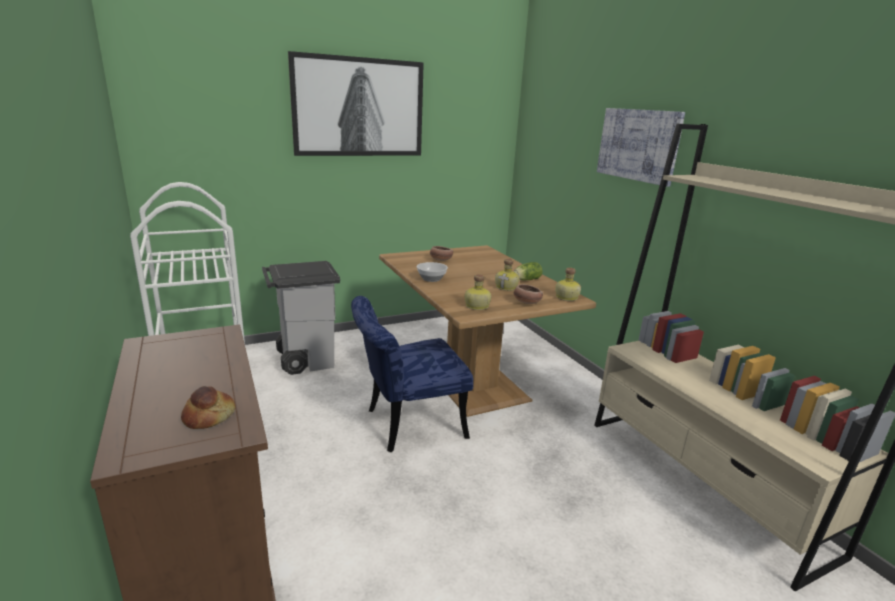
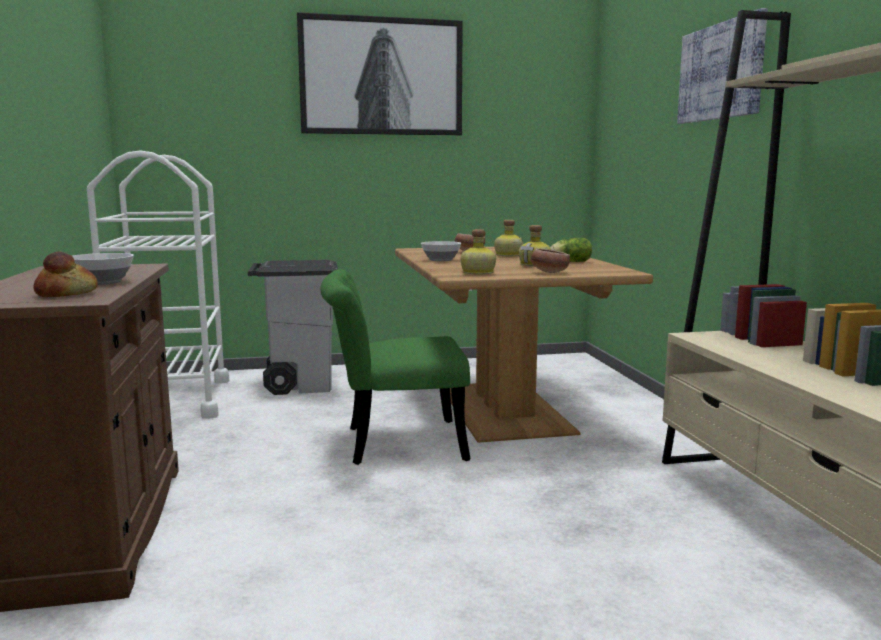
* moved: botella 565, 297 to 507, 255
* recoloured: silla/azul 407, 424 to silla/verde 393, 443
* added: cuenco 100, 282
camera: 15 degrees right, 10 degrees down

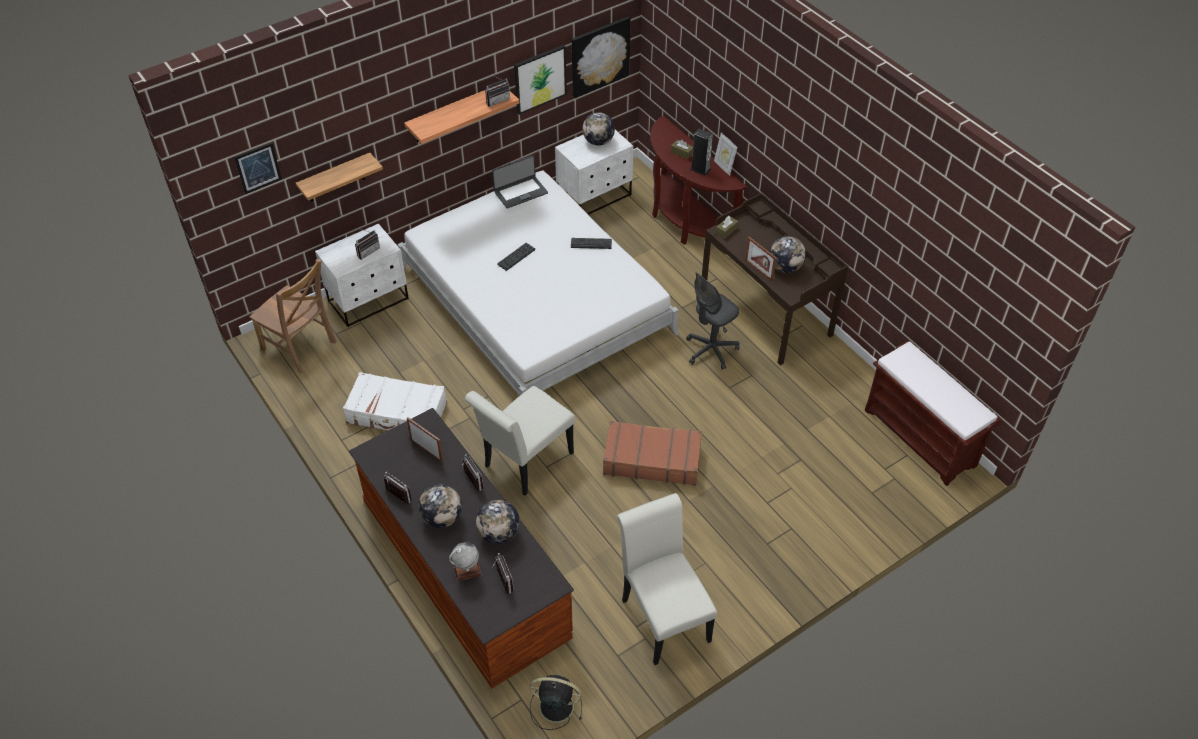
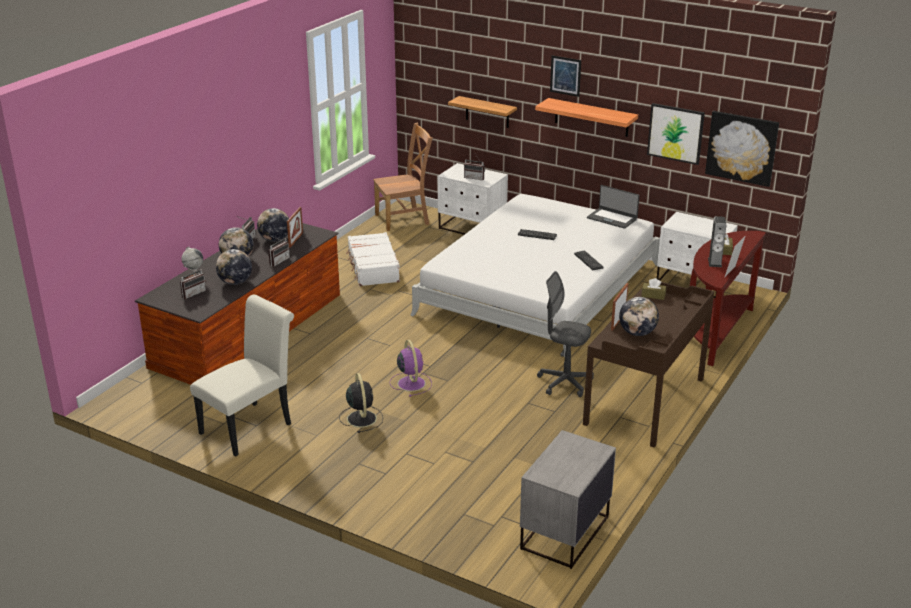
* removed: radio 497, 100
* moved: globo terráqueo 598, 142 to 275, 240
* moved: cuadro 258, 168 to 565, 75
* turned: silla/marrón 300, 347 = 404, 219 120 degrees counterclockwise
* replaced: banco/marrón 921, 438 to mesita de noche/gris 563, 533
* removed: silla/blanco 524, 463
* replaced: maleta/marrón 652, 459 to ventilador/morado 411, 383
* moved: ventilador/negro 554, 706 to 361, 418
camera: 65 degrees right, 20 degrees down

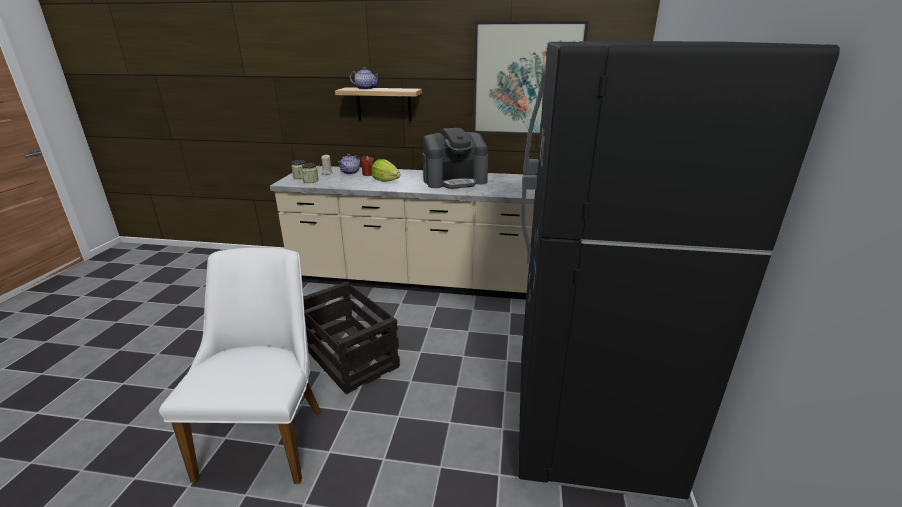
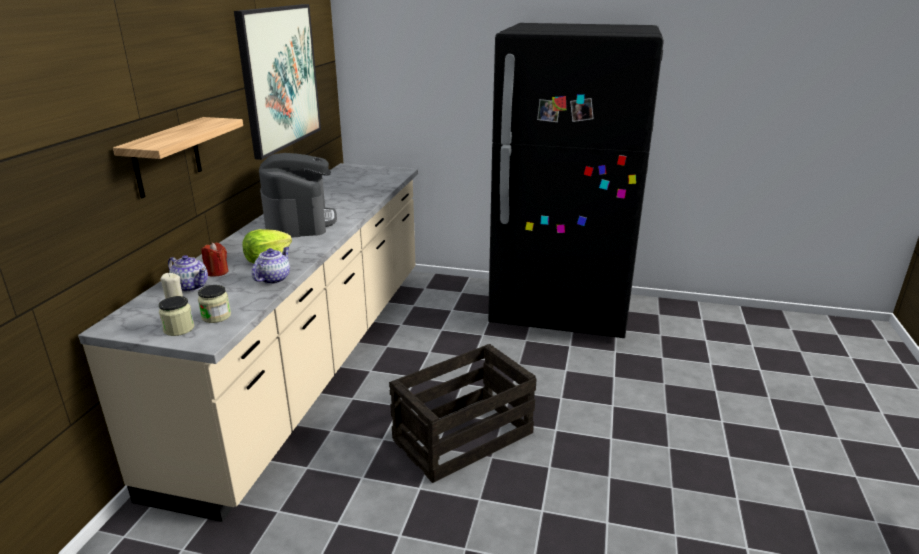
* moved: tetera 366, 88 to 274, 279
* removed: silla/blanco 269, 433
camera: 85 degrees left, 0 degrees up

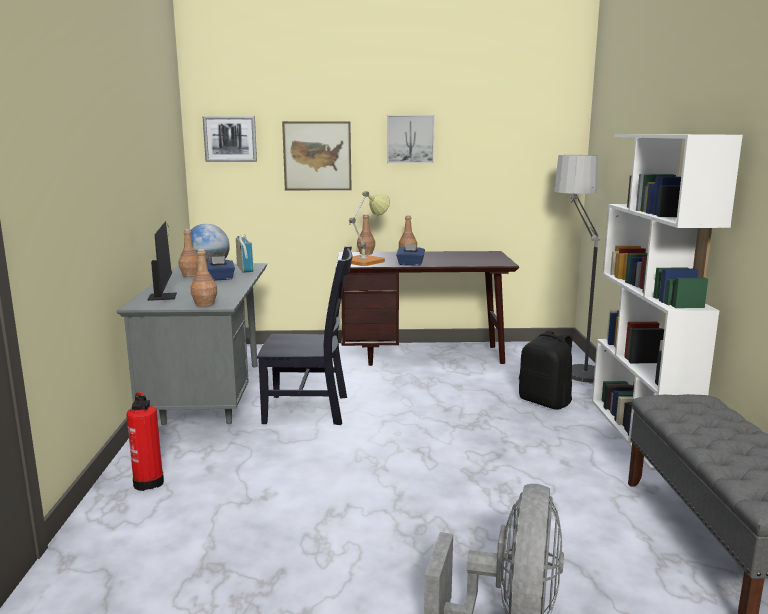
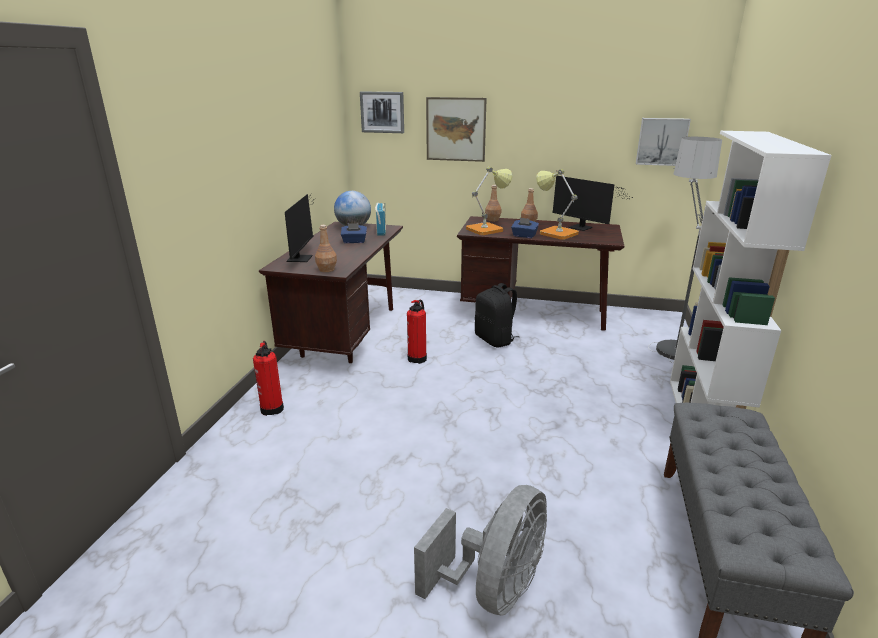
* moved: cuadro 410, 139 to 662, 141
* removed: botella/marrón 190, 275
* replaced: silla/negro 310, 410 to extintor 418, 358
* recoloured: escritorio/gris 210, 397 to escritorio/marrón 346, 335
* moved: mochila/negro 546, 402 to 495, 340
* added: lámpara de mesa 554, 233
* added: monitor 582, 228
camera: 15 degrees right, 10 degrees up

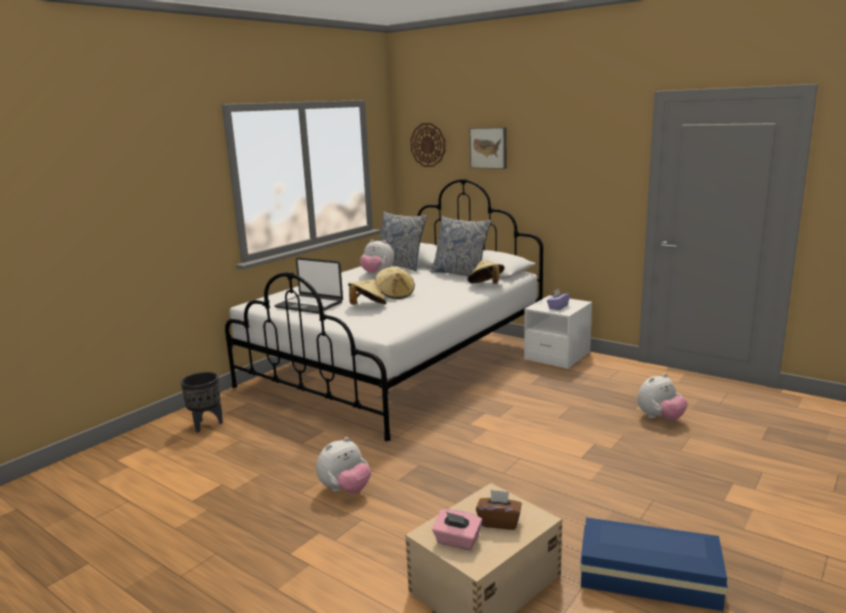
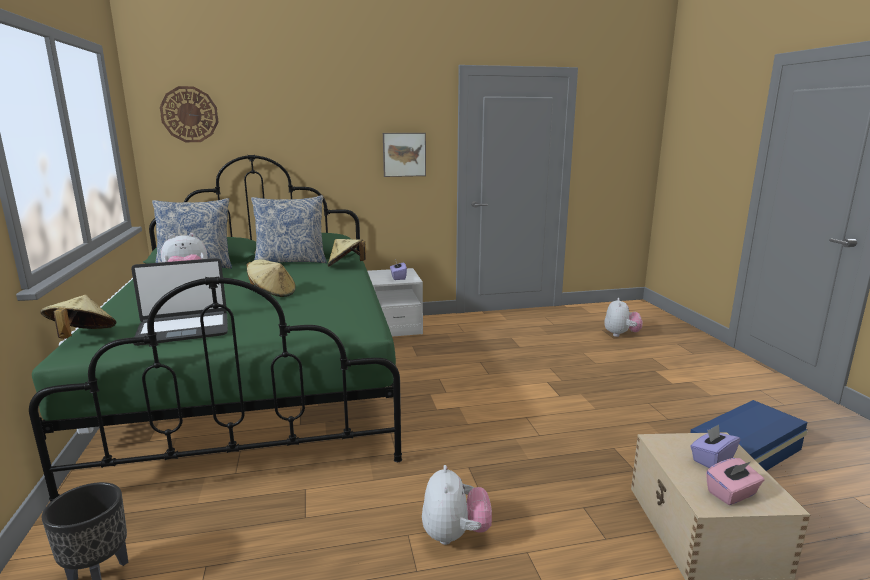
* moved: cuadro 489, 147 to 404, 154
* recoloured: cama/blanco 397, 365 to cama/verde 257, 385
* moved: sombrero/beis 367, 306 to 82, 337
* moved: peluche 660, 418 to 621, 334
* recoloured: caja de pañuelos/marrón 499, 522 to caja de pañuelos/morado 712, 459
camera: 50 degrees left, 0 degrees up

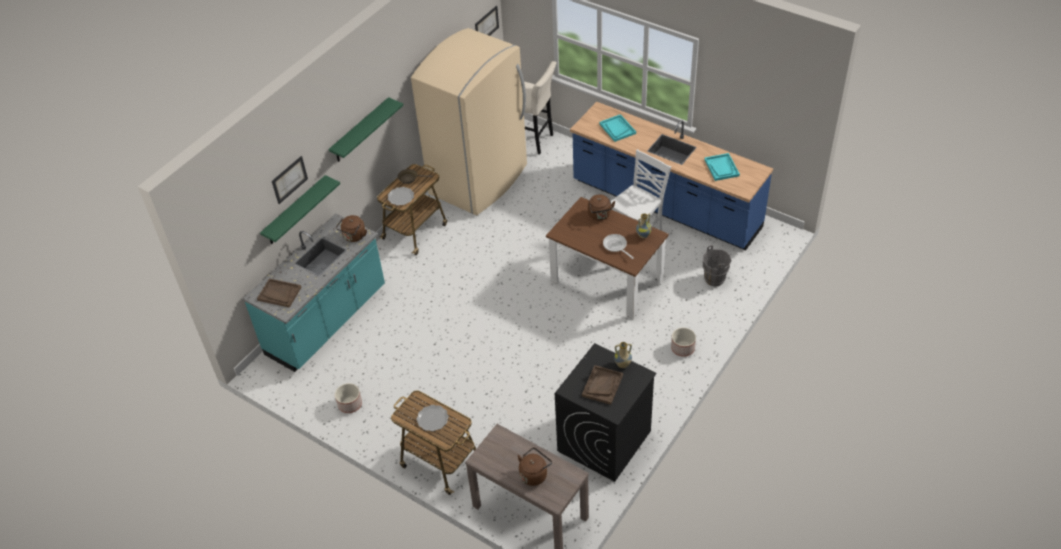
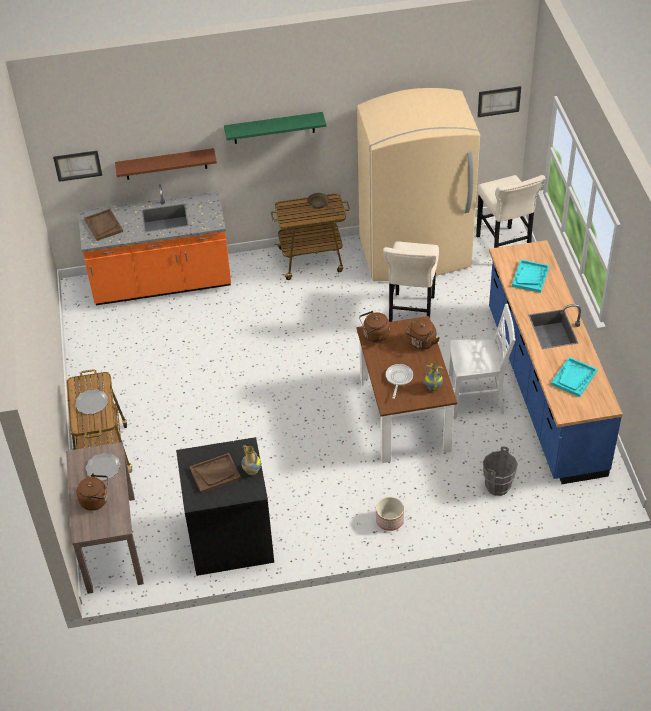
* moved: cuadro 289, 179 to 77, 165
* recoloured: estante/verde 295, 211 to estante/marrón 166, 164
* moved: plato 400, 197 to 103, 468
* recoloured: mueble bajo de cocina/turquesa 327, 322 to mueble bajo de cocina/naranja 162, 284
* moved: hervidor/marrón 354, 237 to 374, 336
* removed: maceta 349, 404
* added: taburete/beis 411, 314
camera: 45 degrees right, 0 degrees up

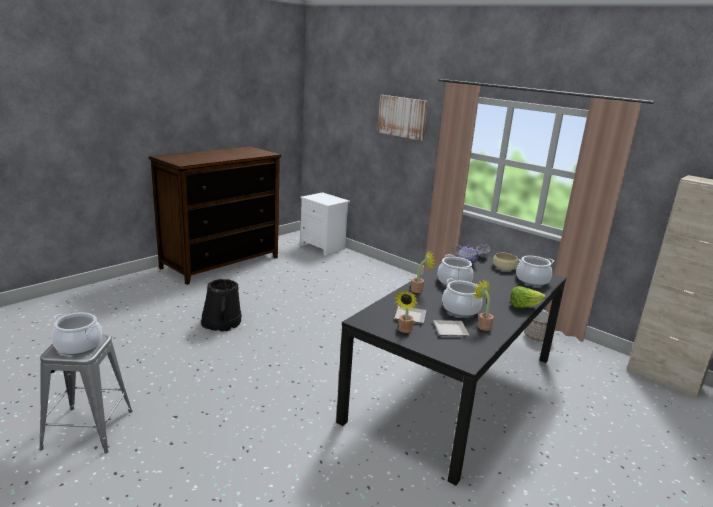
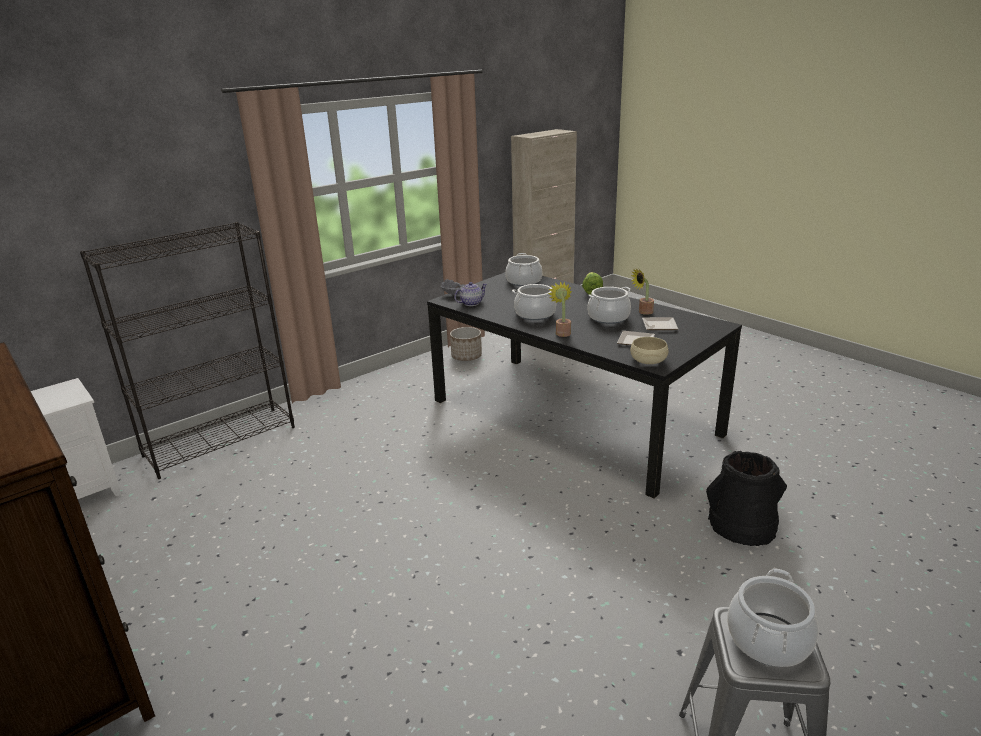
* removed: cuadro 402, 117
* moved: cuenco/beis 504, 267 to 648, 360
* moved: cubo/negro 221, 322 to 742, 525
* removed: planta en maceta 404, 330
* added: estantería/negro 221, 441
camera: 80 degrees left, 5 degrees up

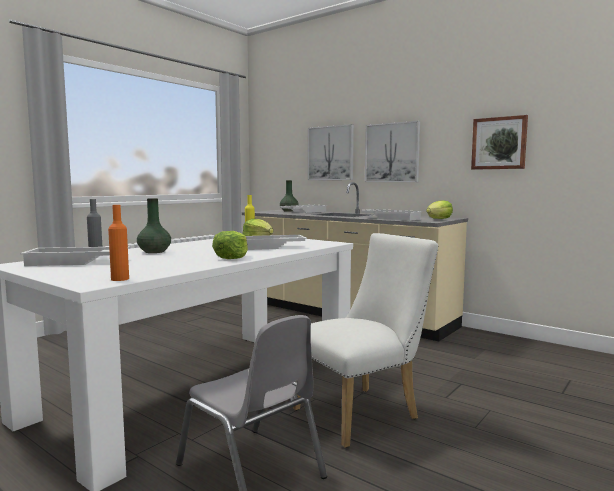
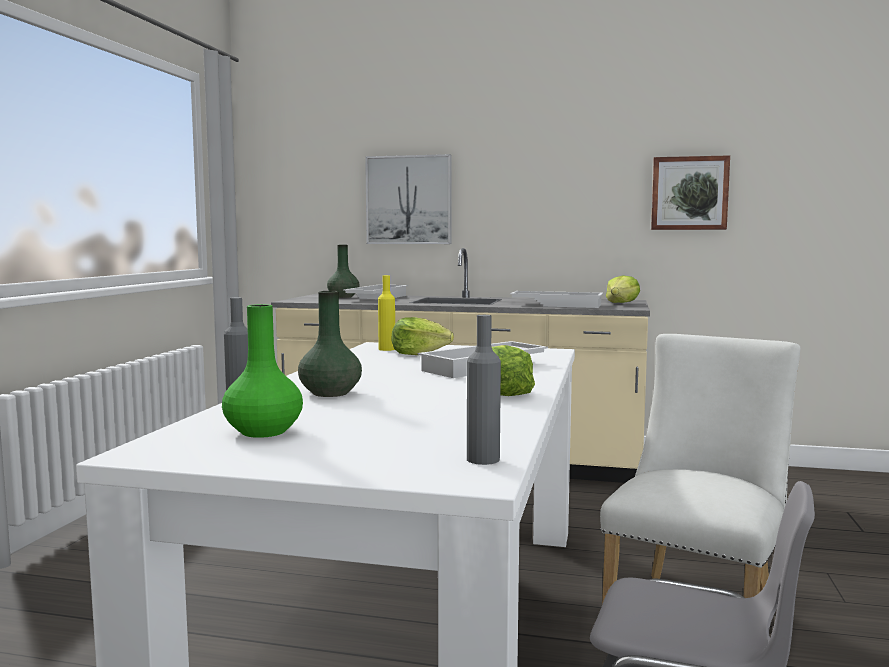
* removed: cuadro 392, 152
* recoloured: botella/naranja 120, 279 to botella/gris 483, 459
* replaced: bandeja/blanco 77, 262 to florero/verde 263, 432
camera: 25 degrees left, 0 degrees up

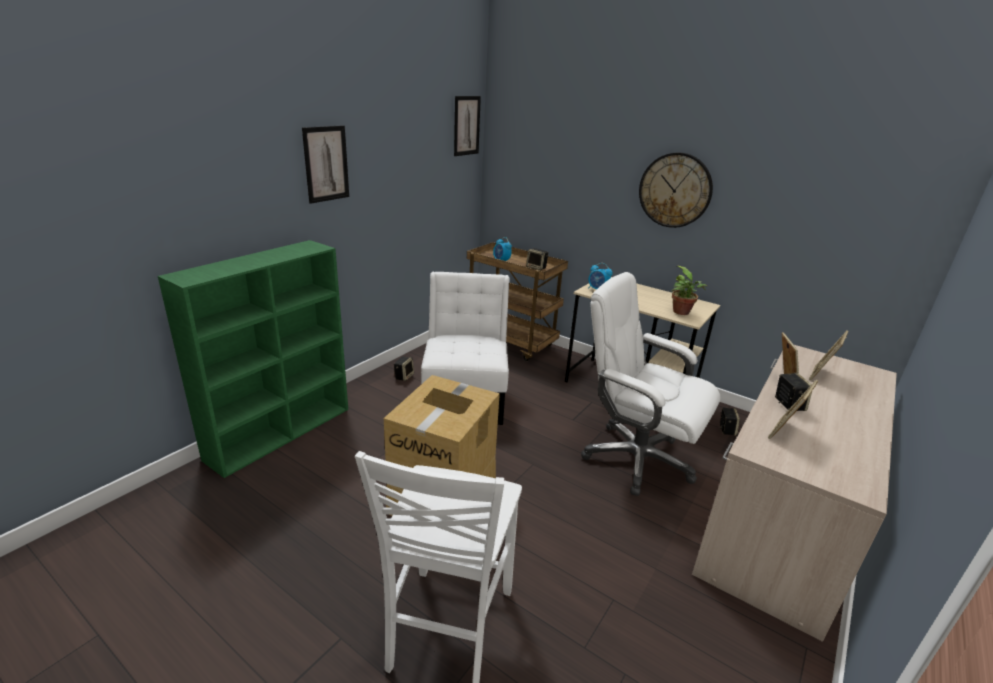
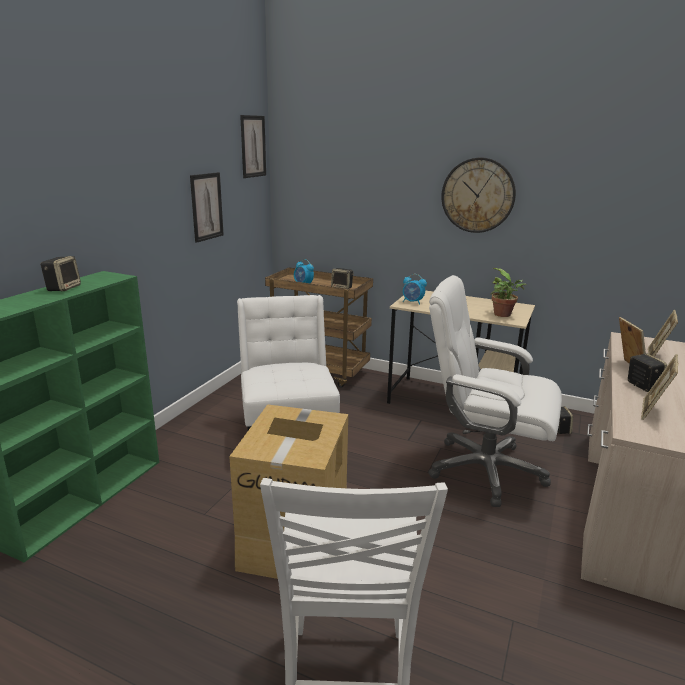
* moved: cuadro 326, 164 to 206, 206
* moved: altavoz 404, 376 to 63, 288
camera: 10 degrees left, 5 degrees down

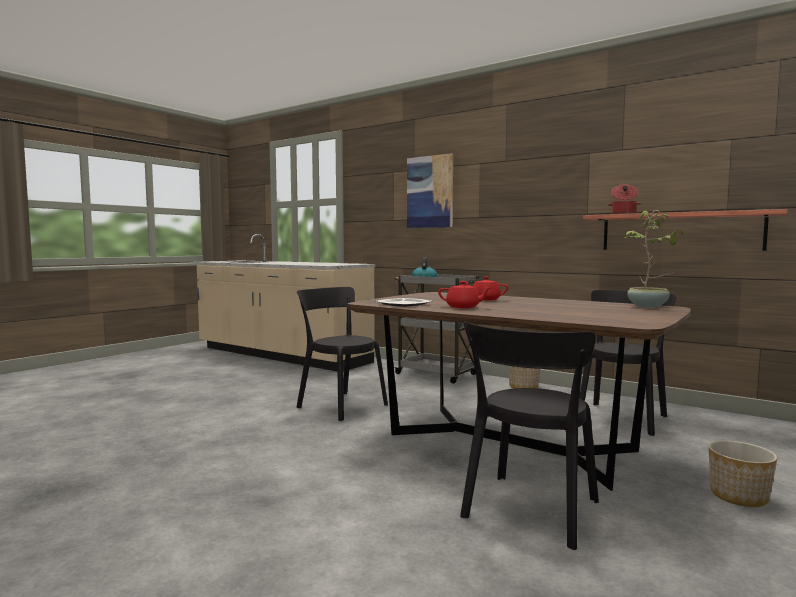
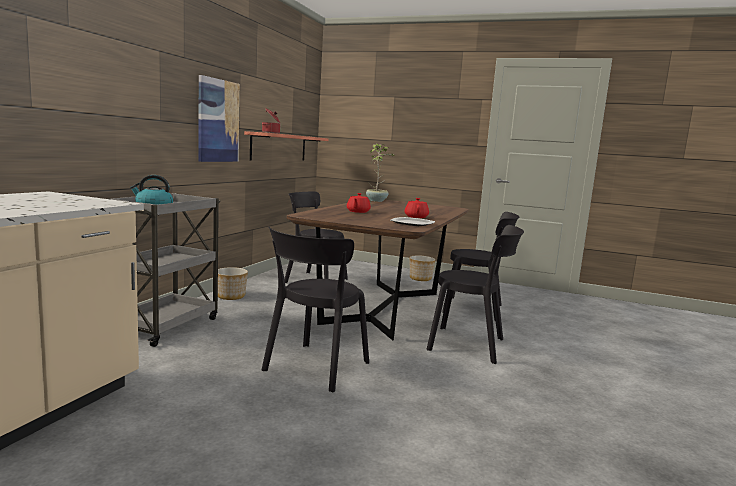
* moved: cuadro 430, 192 to 218, 121
* added: silla/negro 471, 345
camera: 105 degrees left, 5 degrees up

